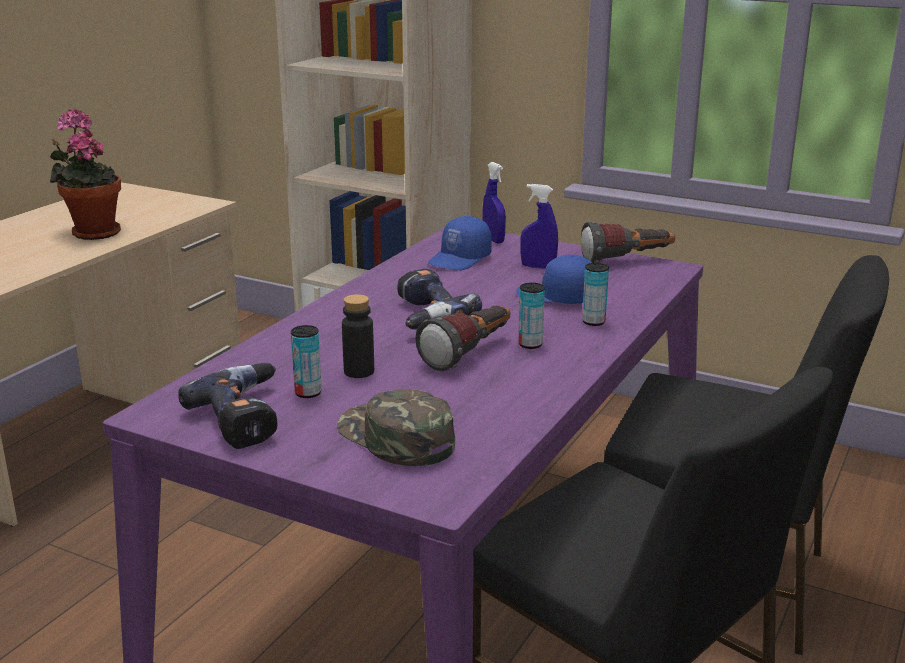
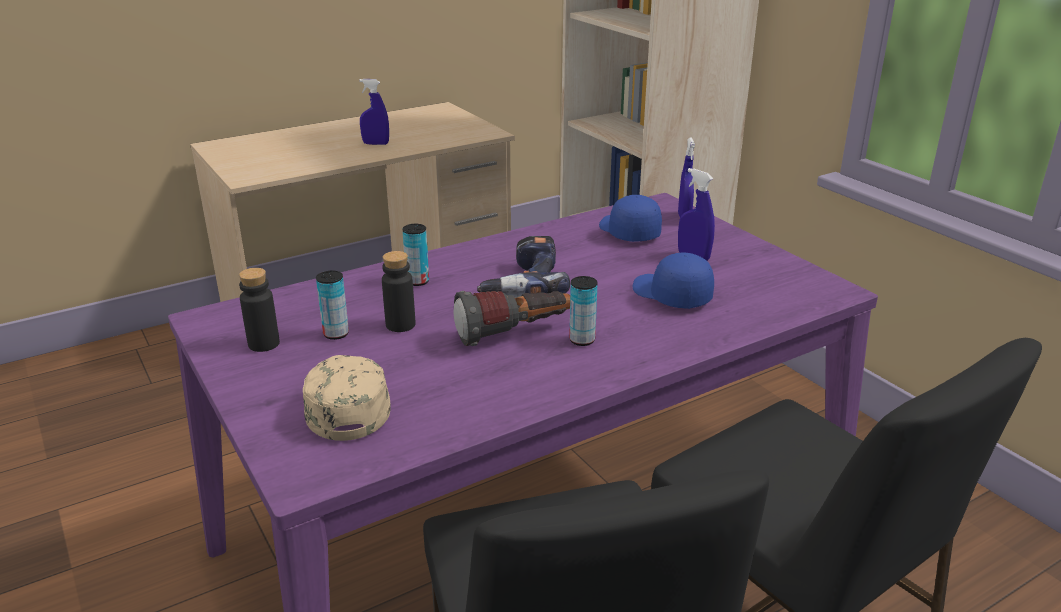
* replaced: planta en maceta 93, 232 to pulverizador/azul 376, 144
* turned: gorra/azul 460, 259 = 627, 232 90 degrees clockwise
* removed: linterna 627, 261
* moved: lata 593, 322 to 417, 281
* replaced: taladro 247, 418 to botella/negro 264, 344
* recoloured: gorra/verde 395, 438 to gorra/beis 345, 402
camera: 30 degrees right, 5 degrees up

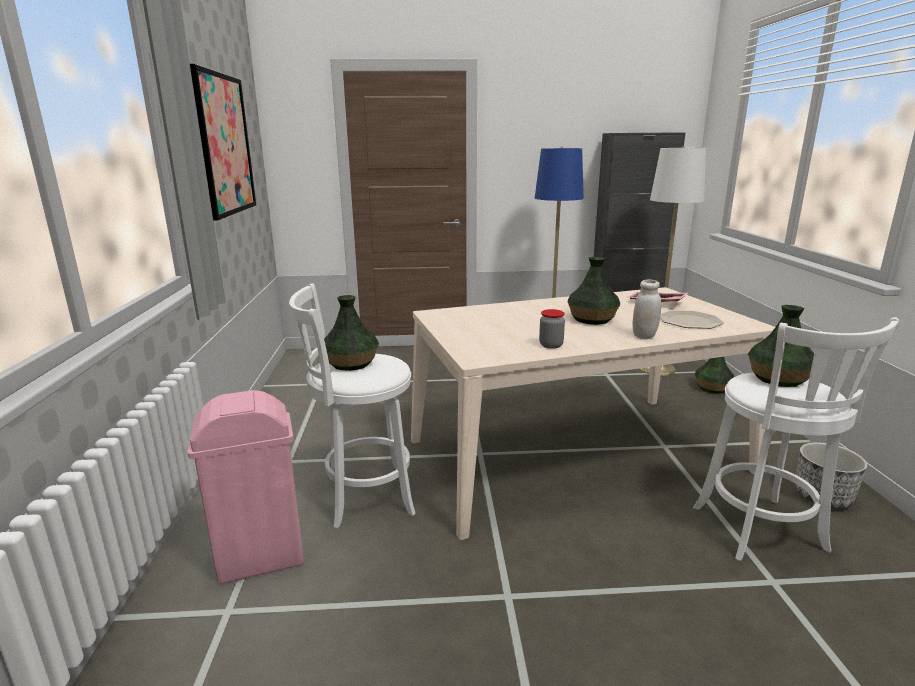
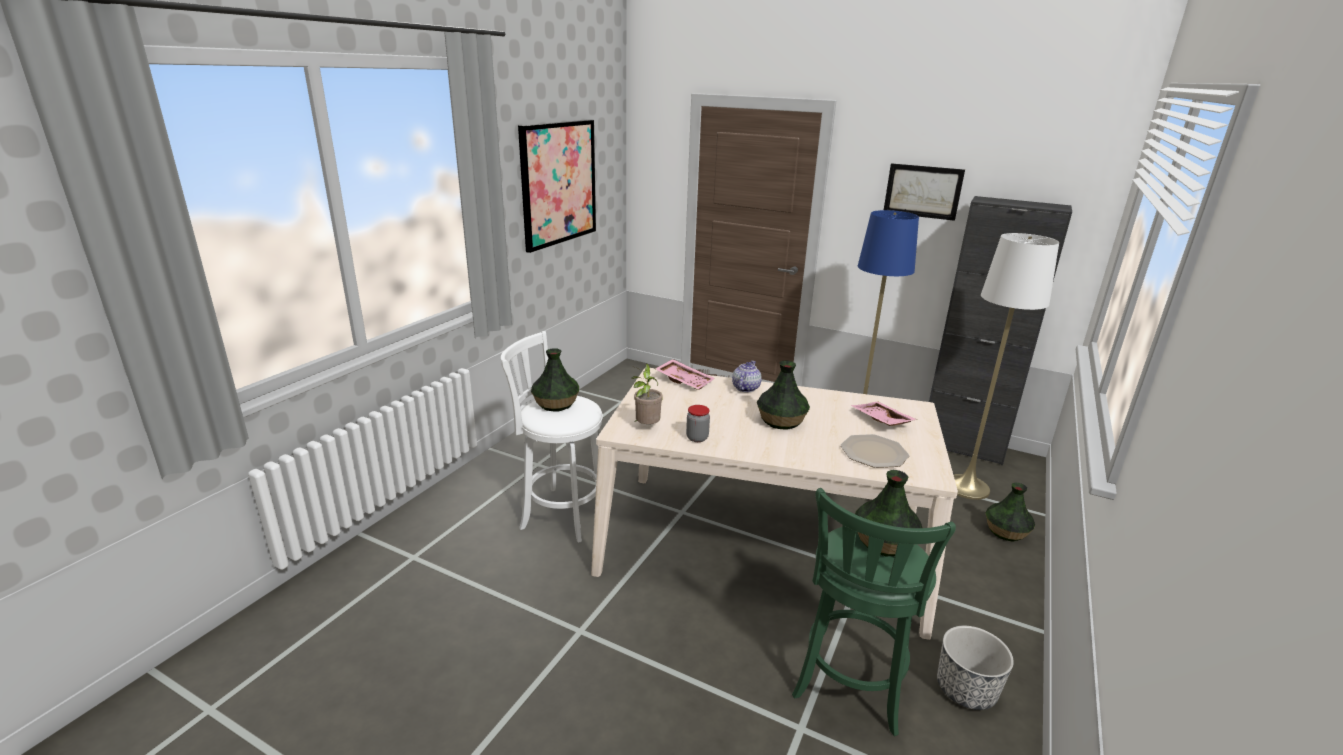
* removed: tarro/blanco 644, 336
* recoloured: taburete/blanco 762, 532 to taburete/verde 850, 687
* removed: papelera/rosa 262, 559
* added: cuadro 922, 191
* added: bandeja/rosa 685, 380
* added: tetera 745, 388
* added: planta en maceta 646, 427
camera: 30 degrees right, 5 degrees up

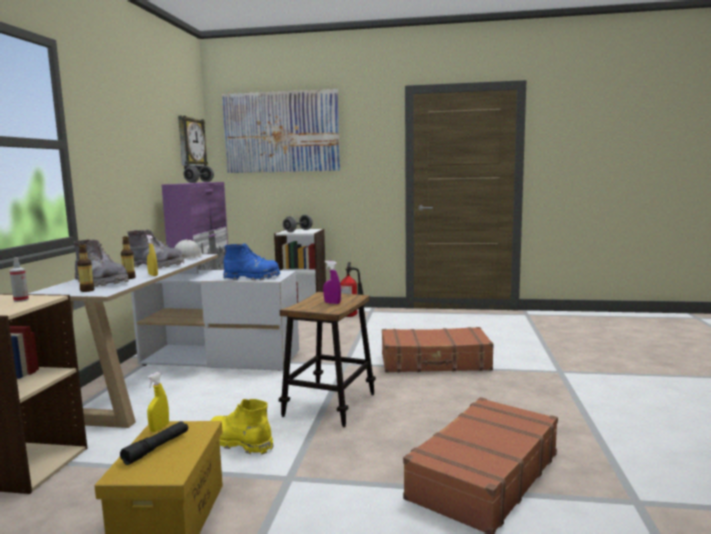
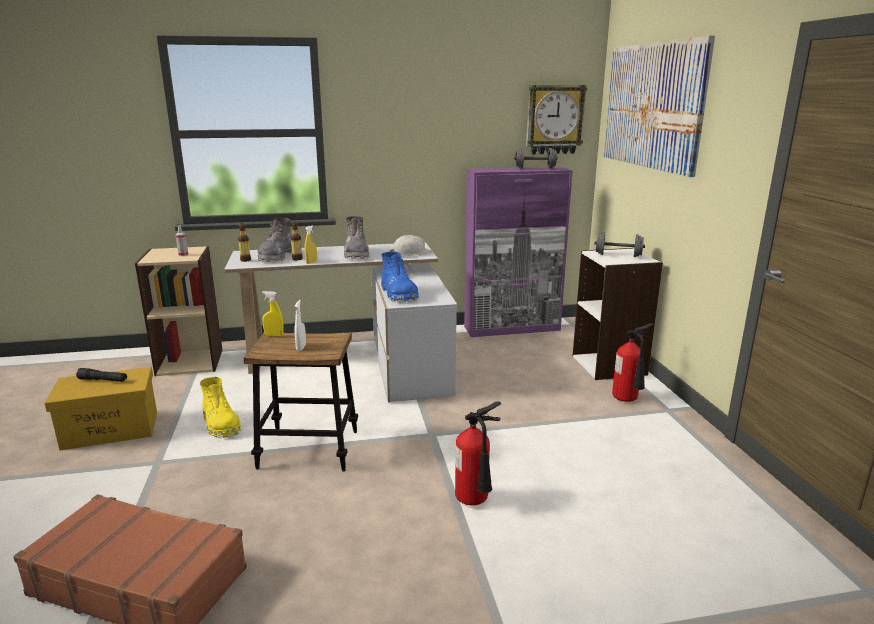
* recoloured: pulverizador/morado 332, 303 to pulverizador/blanco 301, 348
* replaced: maleta/marrón 435, 362 to extintor 475, 502
* moved: pulverizador/amarillo 159, 428 to 274, 335
* turned: bota/amarillo 240, 443 = 221, 425 135 degrees clockwise
camera: 70 degrees right, 10 degrees up

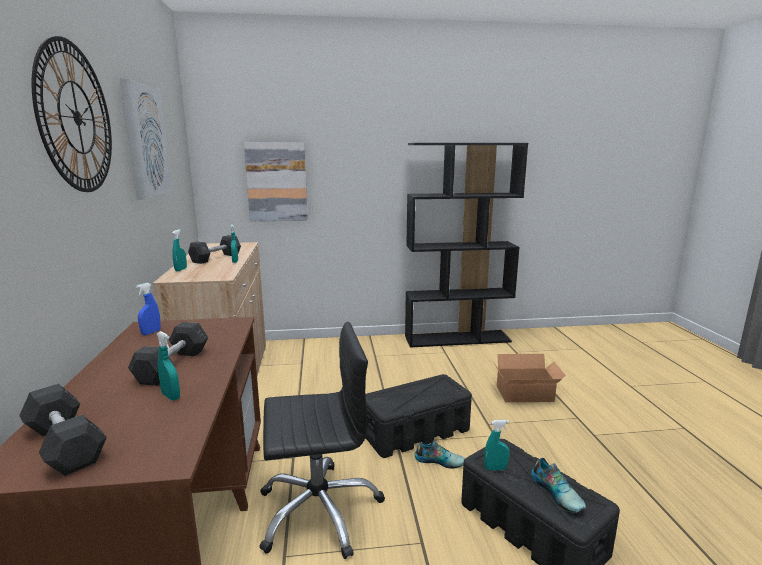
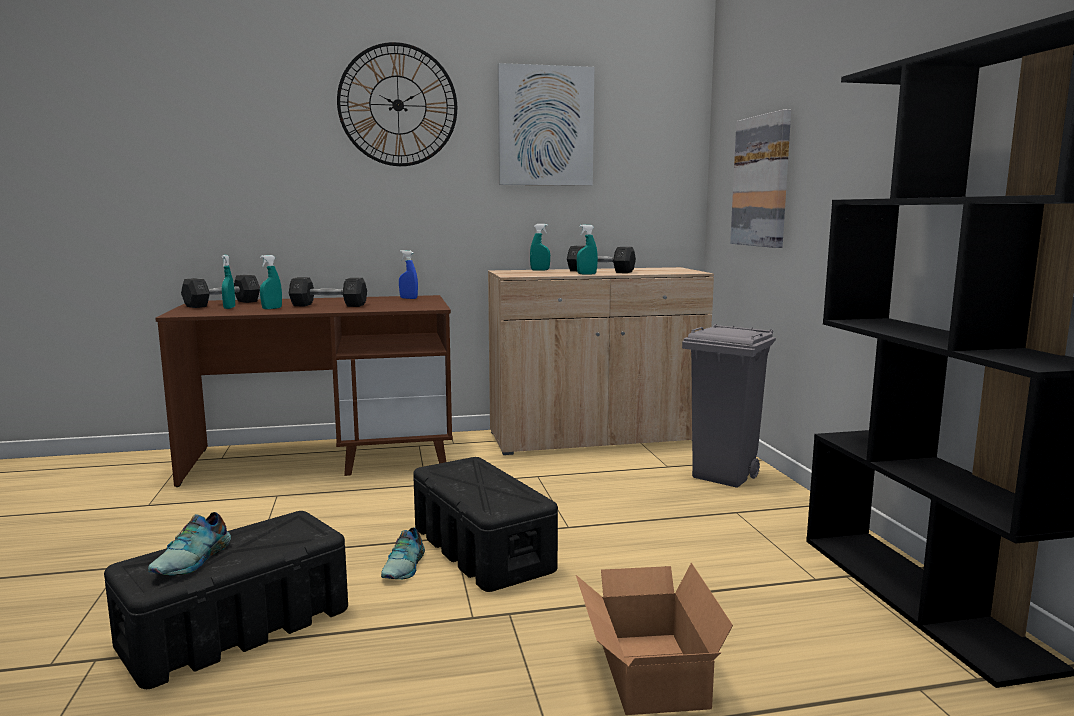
* removed: silla de oficina/negro 319, 510
* moved: pulverizador/turquesa 495, 468 to 229, 308
* turned: zapato 557, 492 = 194, 559 45 degrees counterclockwise
* added: papelera/gris 724, 477
camera: 85 degrees right, 5 degrees down

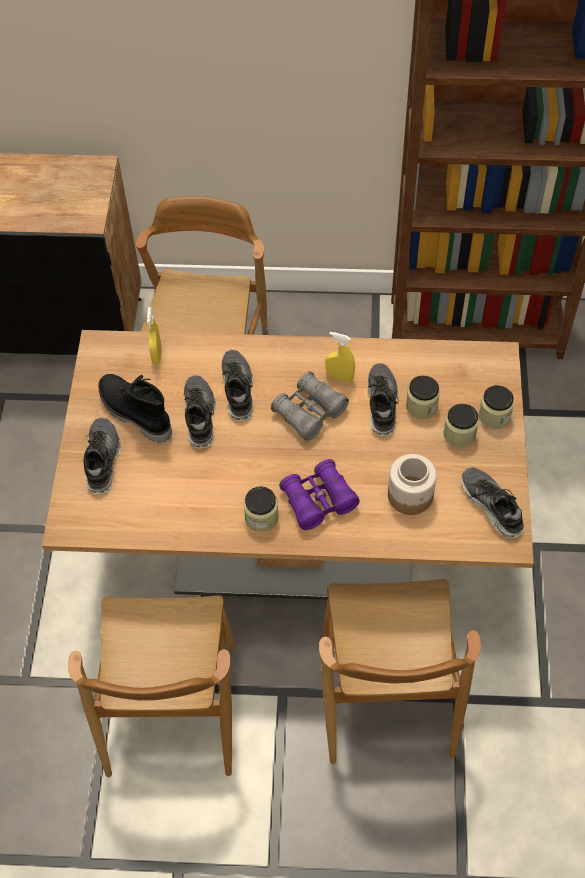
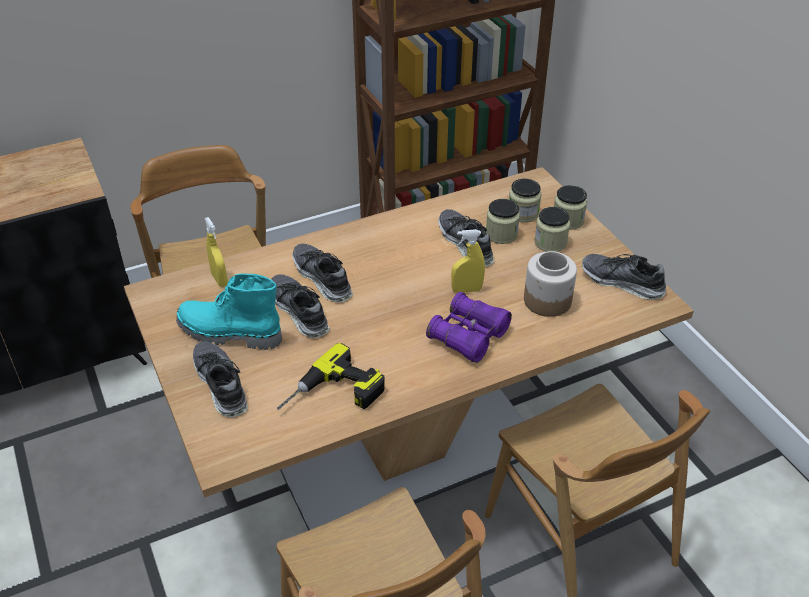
* moved: pulverizador/amarillo 339, 377 to 466, 290
* removed: prismáticos/gris 309, 412
* recoloured: bota/negro 134, 414 to bota/turquesa 228, 334
* moved: tarro 261, 517 to 523, 213
* added: taladro 333, 396
camera: 30 degrees left, 15 degrees down

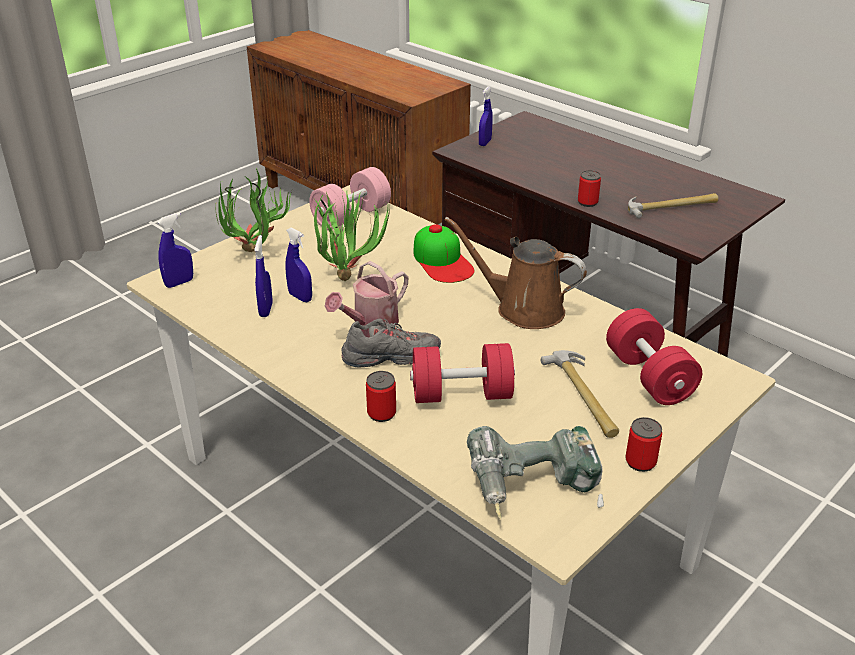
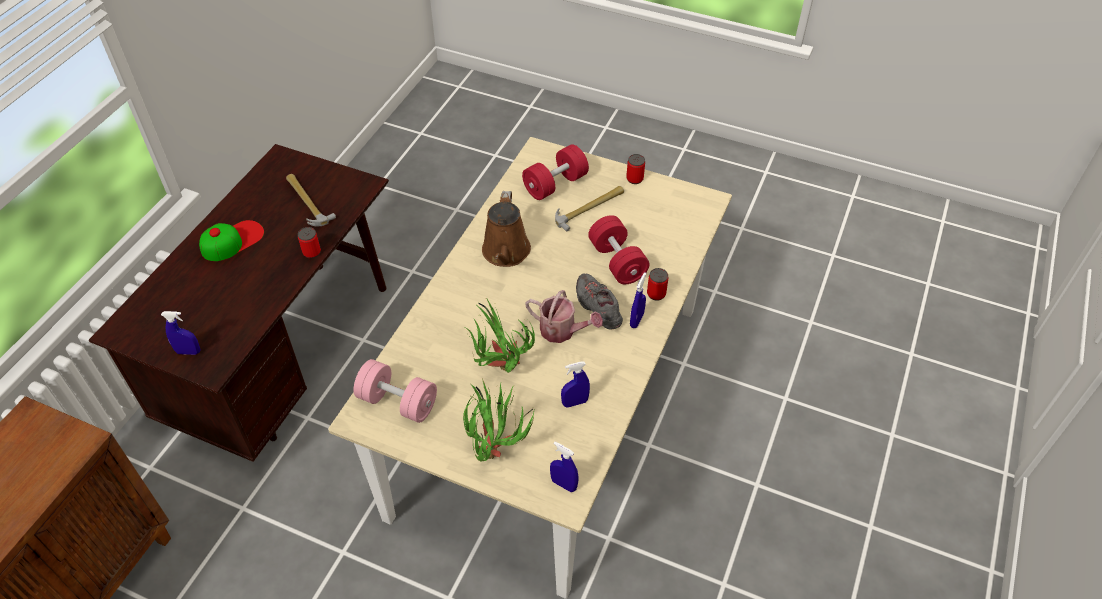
* moved: gorra 442, 261 to 232, 240
* moved: pulverizador/azul 300, 297 to 636, 320
* removed: taladro 534, 491
camera: 110 degrees left, 15 degrees up

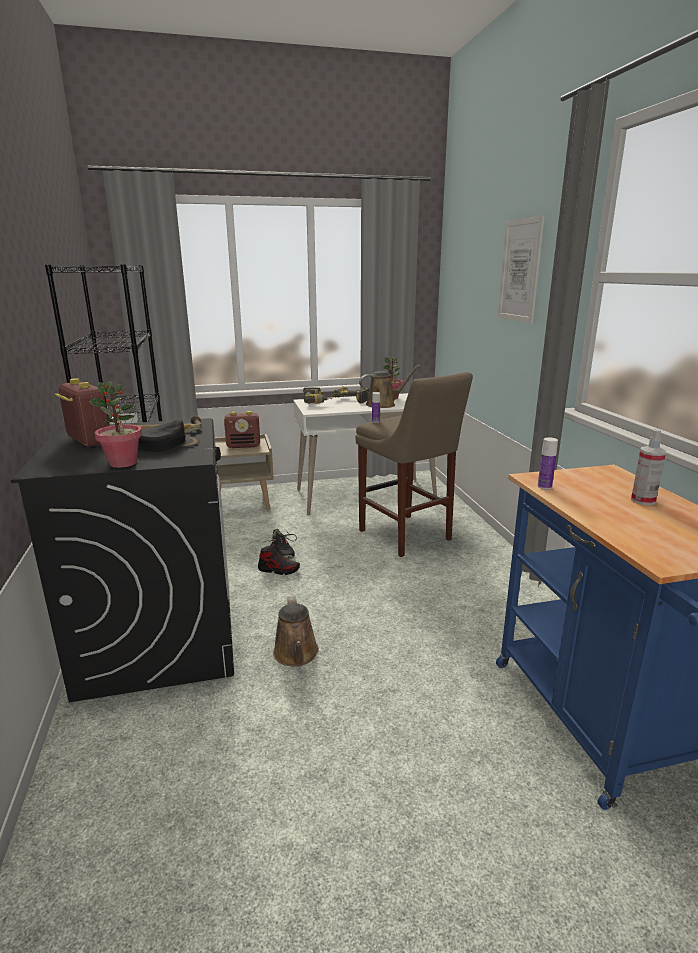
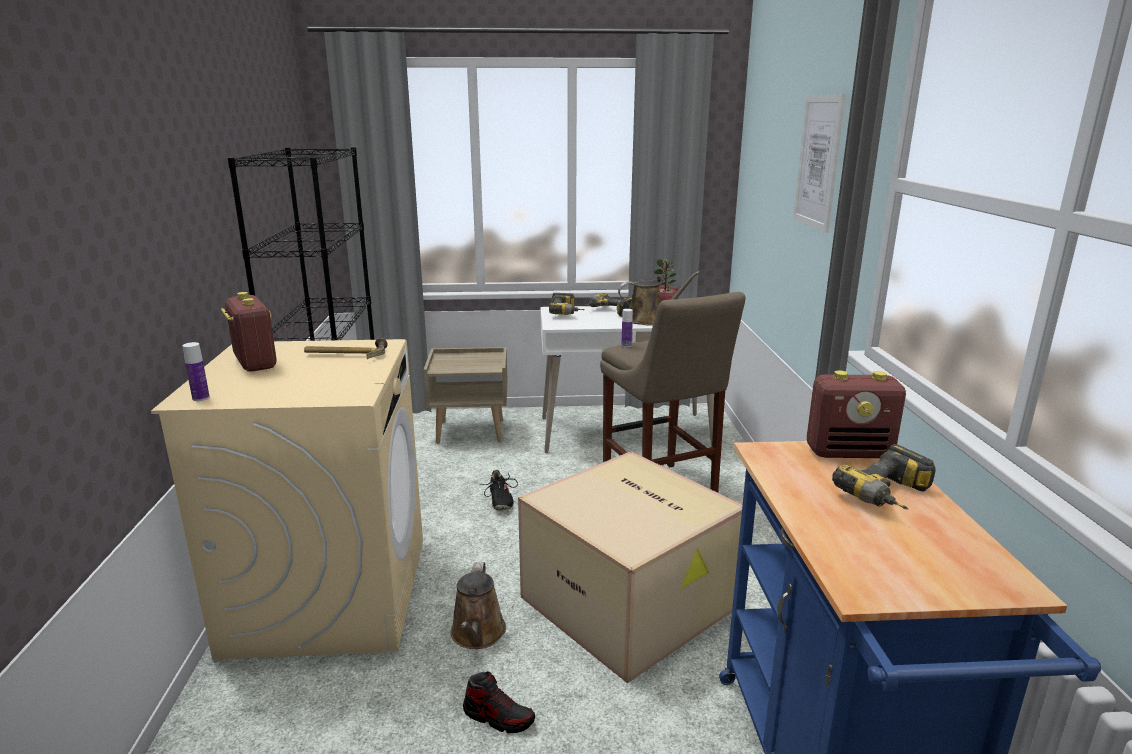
* removed: planta en maceta 123, 463
* moved: radio 244, 446 to 849, 452
* recoloured: lavadora/negro 160, 637 to lavadora/beis 329, 593
* removed: gorra/negro 166, 444
* replaced: pulverizador 643, 500 to taladro 890, 498
* moved: botella 544, 487 to 201, 398
* moved: zapato 278, 570 to 498, 717
* added: caja de cartón 631, 603
camera: 10 degrees right, 0 degrees up

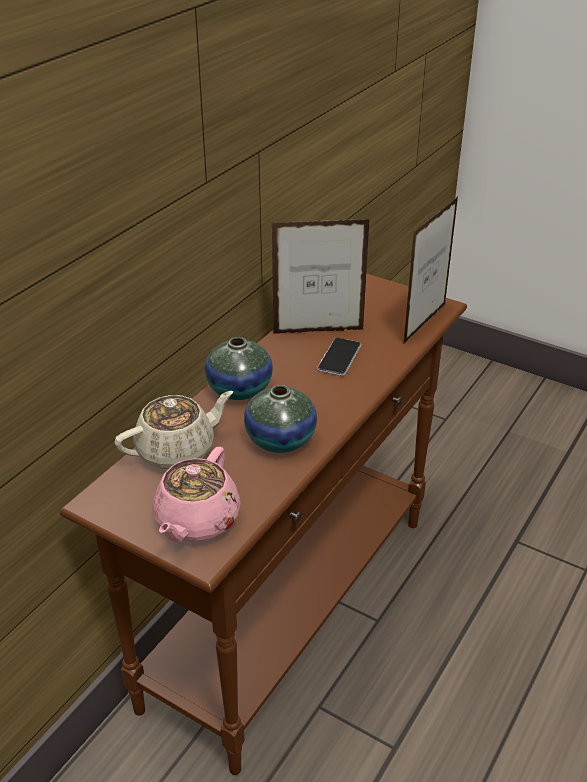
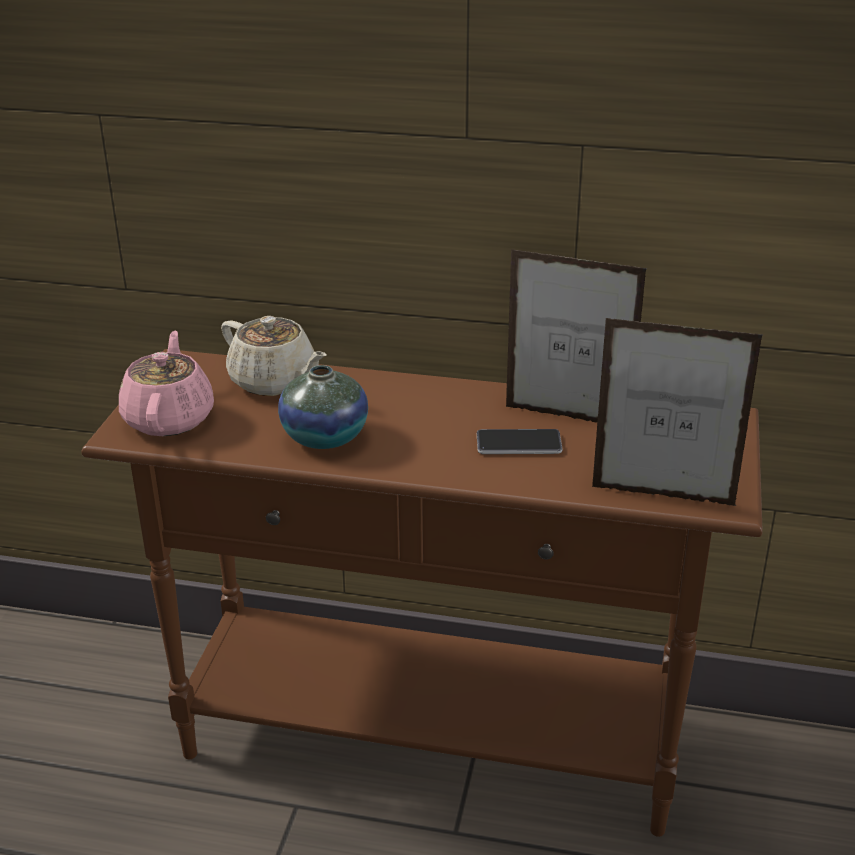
* turned: portarretratos 318, 331 = 567, 417 45 degrees counterclockwise
* removed: florero 239, 389
* turned: tetera/rosa 196, 521 = 169, 418 90 degrees clockwise
camera: 70 degrees right, 5 degrees down

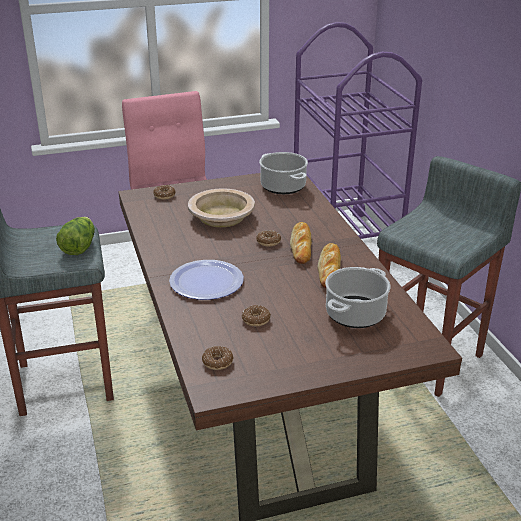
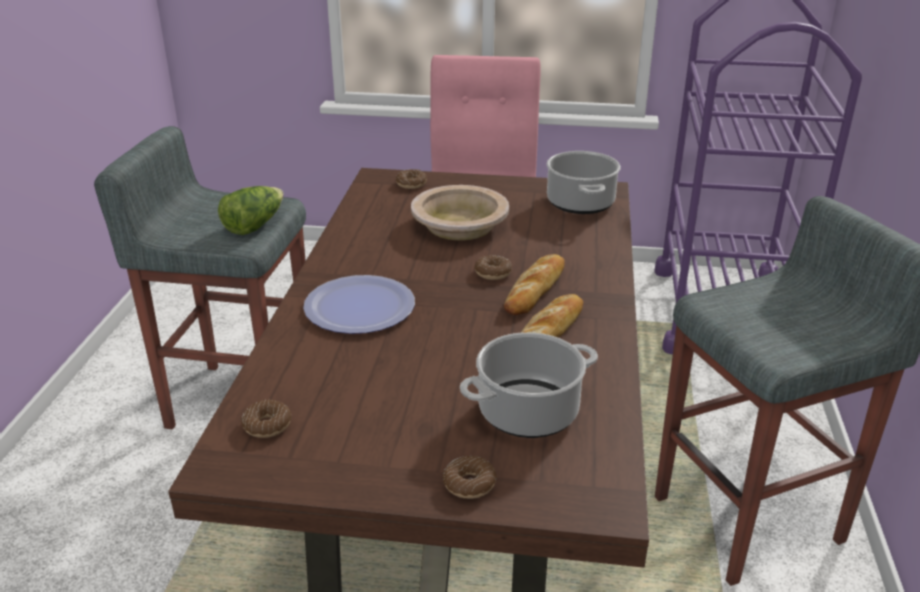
* moved: rosquilla 256, 320 to 469, 484
camera: 25 degrees right, 0 degrees up

